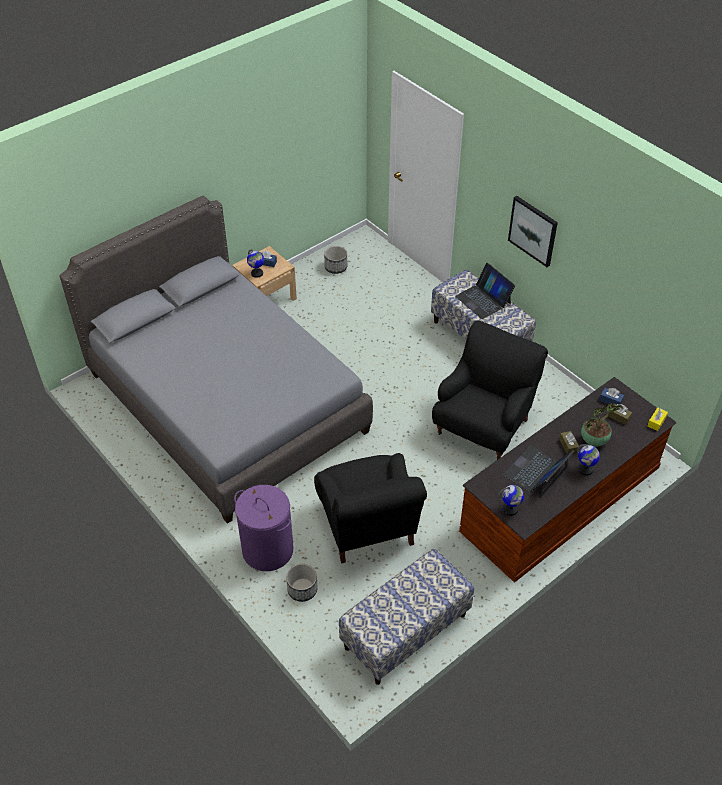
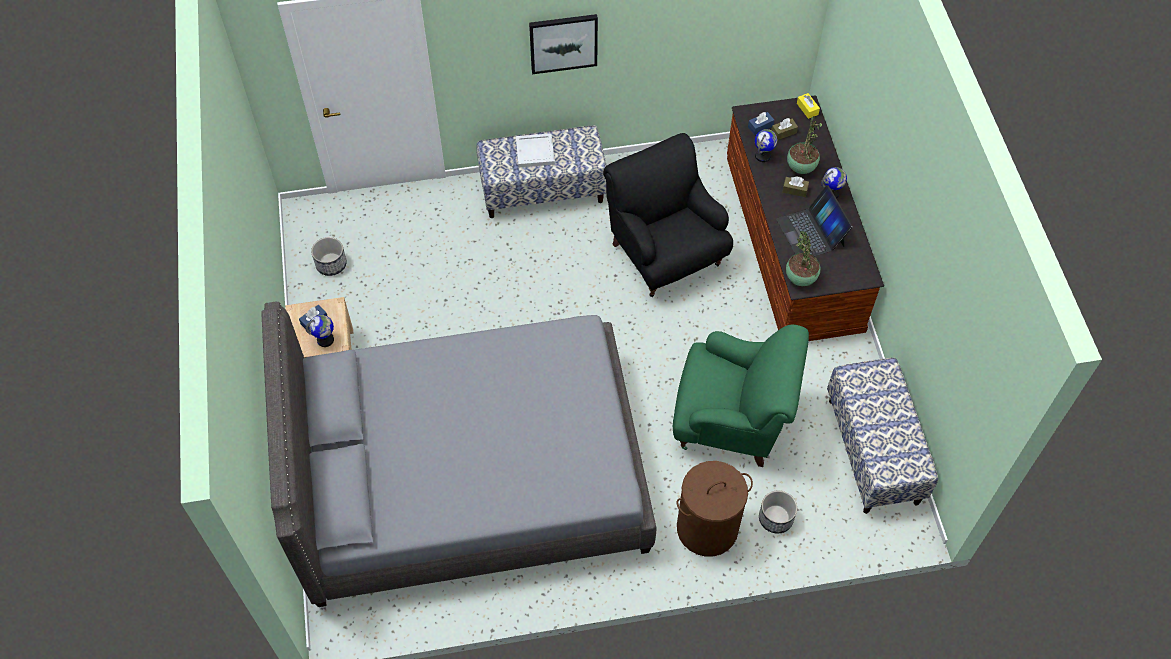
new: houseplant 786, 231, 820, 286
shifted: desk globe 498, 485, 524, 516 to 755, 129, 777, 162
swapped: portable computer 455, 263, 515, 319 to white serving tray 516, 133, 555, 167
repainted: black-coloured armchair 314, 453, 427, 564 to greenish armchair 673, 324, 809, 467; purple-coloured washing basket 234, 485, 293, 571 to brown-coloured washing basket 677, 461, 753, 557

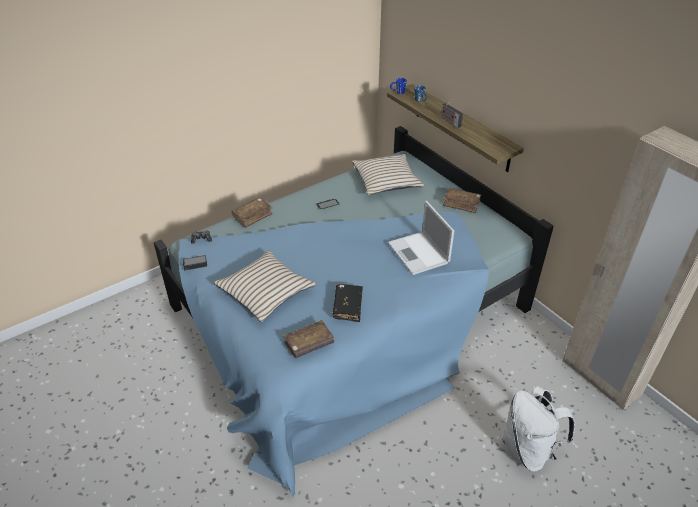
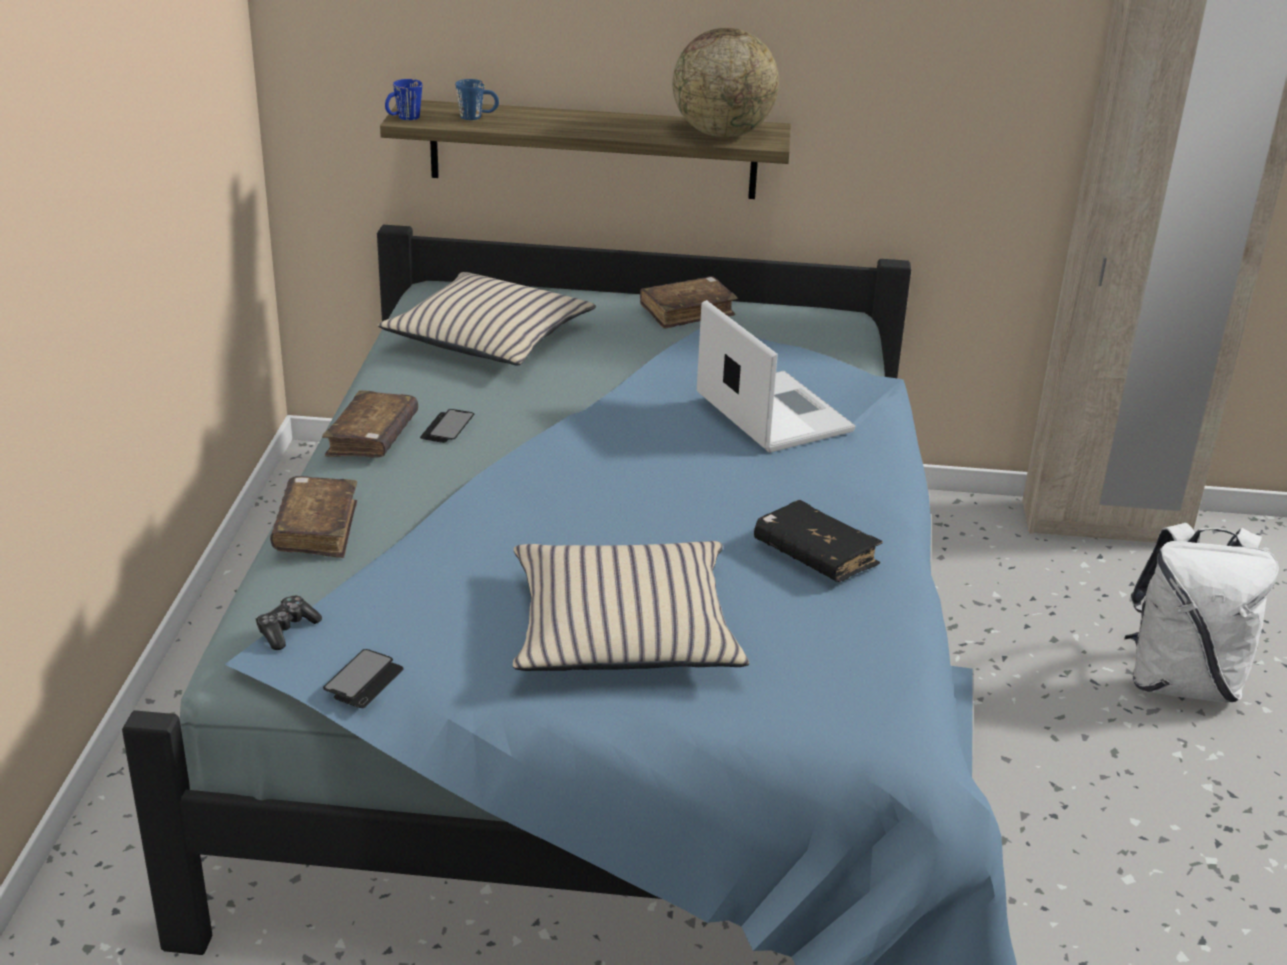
gone: radio receiver 441, 100, 463, 128
new: desk globe 673, 28, 779, 138
shifted: brown-coloured volume 283, 320, 334, 358 to 322, 390, 418, 457
rotated: portable computer 388, 201, 454, 275 = 697, 300, 855, 453 135 degrees counterclockwise

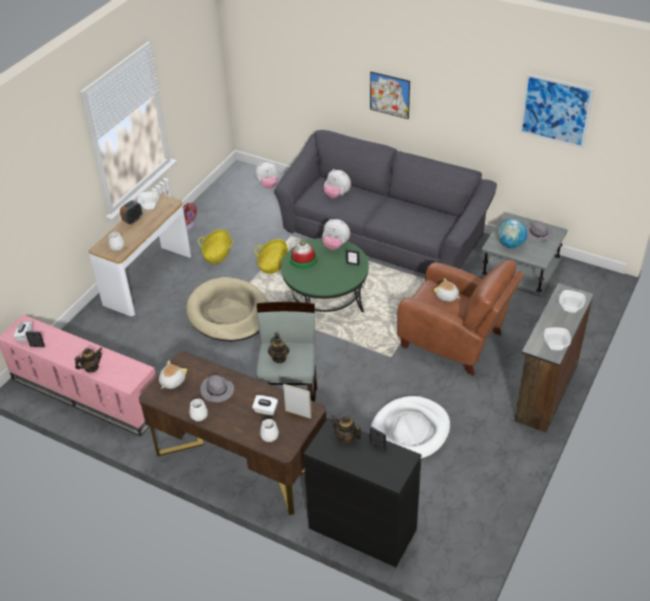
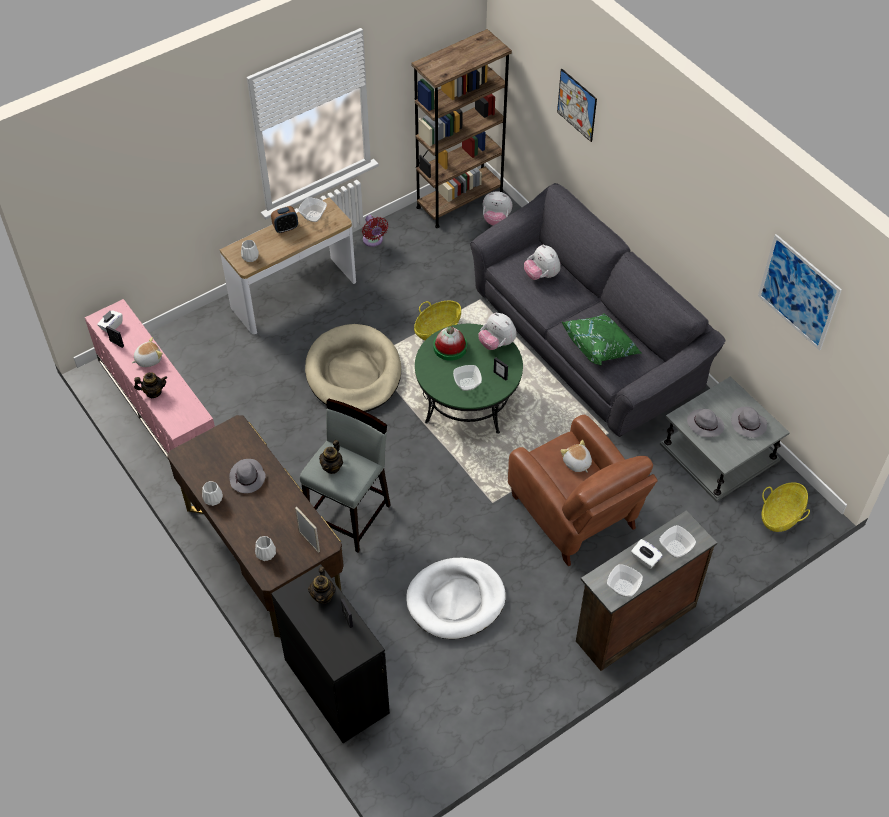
new: brown-coloured bookshelf 411, 29, 512, 228; deep dish 453, 365, 482, 391; greenish cushion 561, 313, 641, 366
shifted: plush toy 159, 360, 187, 389 to 132, 337, 163, 367; wall picture 370, 72, 410, 119 to 557, 69, 597, 142; white box of tissues 252, 395, 278, 416 to 631, 539, 663, 569; storage basket 198, 230, 233, 264 to 762, 482, 810, 532
swapped: desk globe 498, 219, 528, 248 to grey hat 687, 409, 724, 437
rotated: teapot 331, 415, 362, 444 = 308, 567, 336, 604 150 degrees counterclockwise

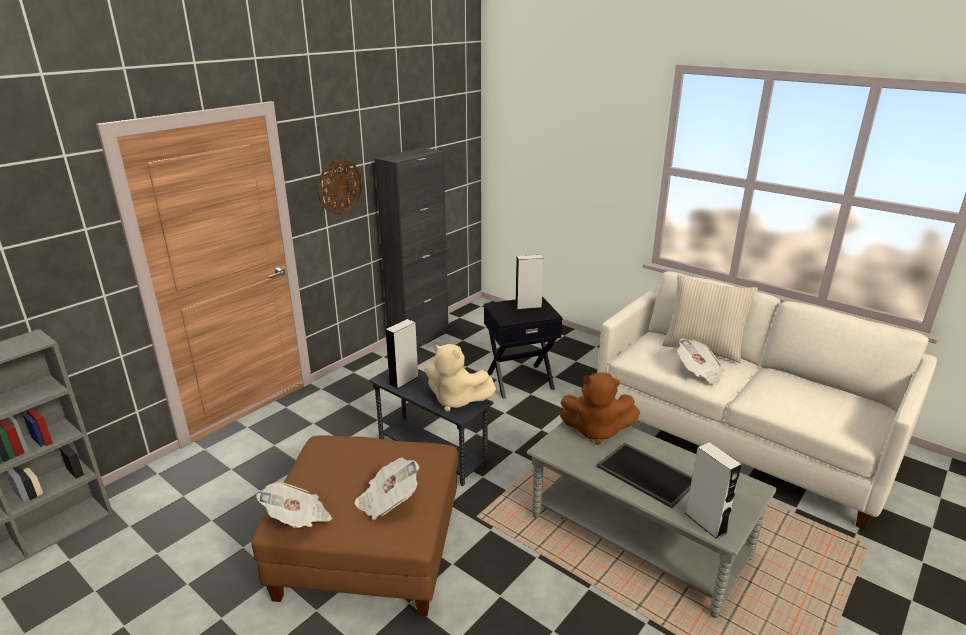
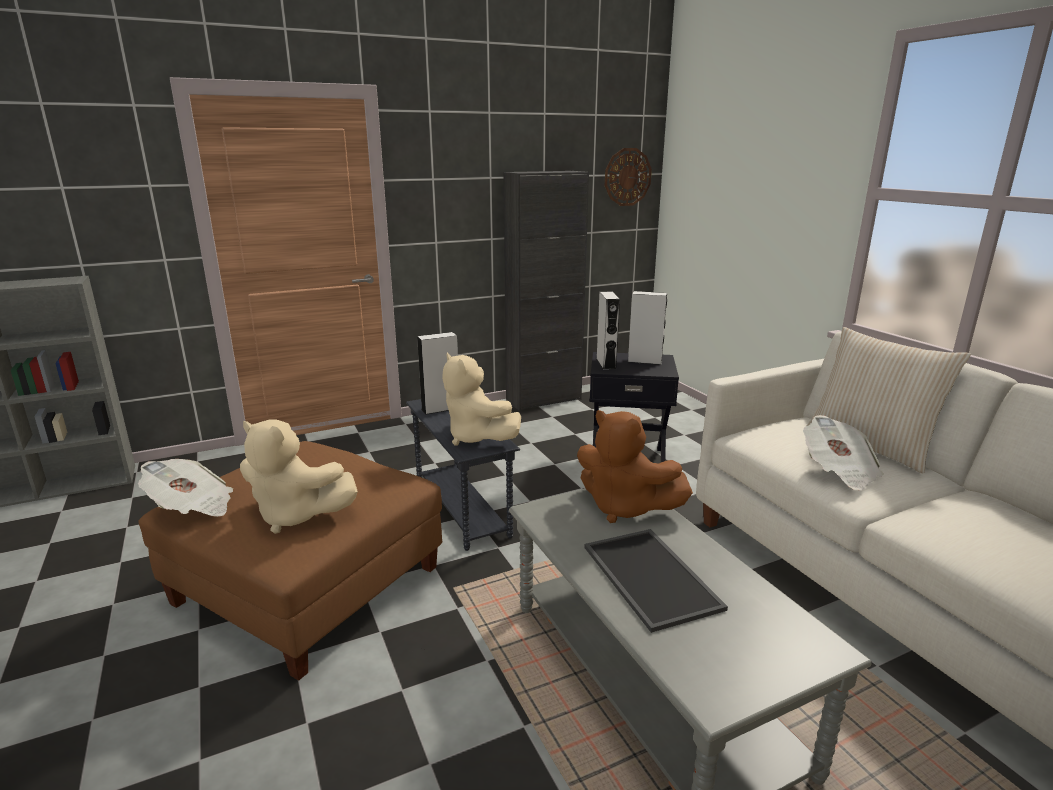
shifted: grey loudspeaker 685, 442, 742, 539 to 597, 292, 620, 370; clock on the wall 317, 159, 362, 215 to 605, 148, 652, 206
swapped: newspaper 355, 458, 420, 520 to sand-coloured plush toy 240, 419, 358, 534

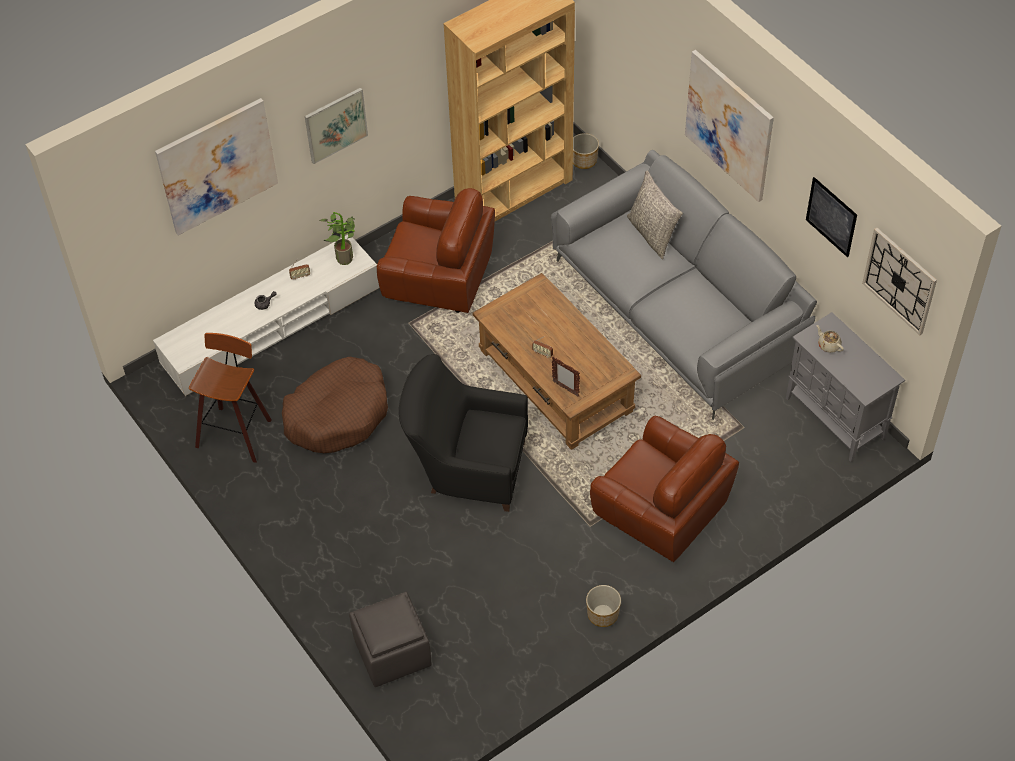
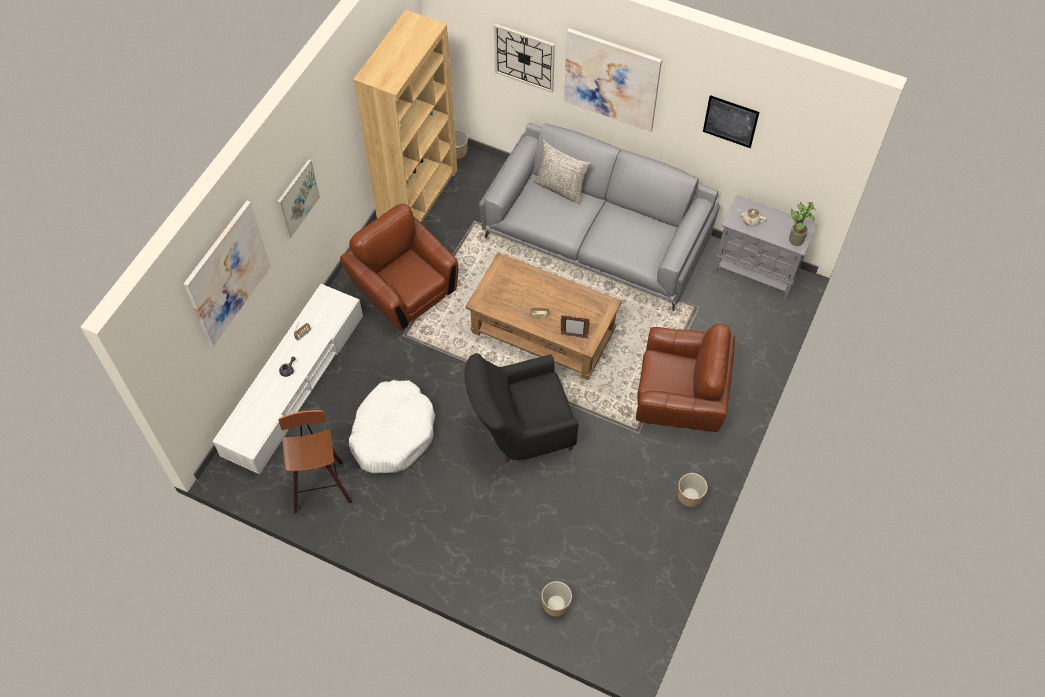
shifted: clock on the wall 862, 228, 937, 335 to 494, 24, 555, 93; houseplant 319, 212, 355, 265 to 789, 202, 816, 246
swapped: grey ottoman 349, 592, 431, 687 to flower pot 541, 581, 572, 617
repainted: brown-coloured dog bed 282, 357, 388, 453 to white dog bed 348, 380, 435, 474
rotated: brown-coloured armchair 377, 188, 495, 313 = 340, 203, 458, 330 120 degrees counterclockwise

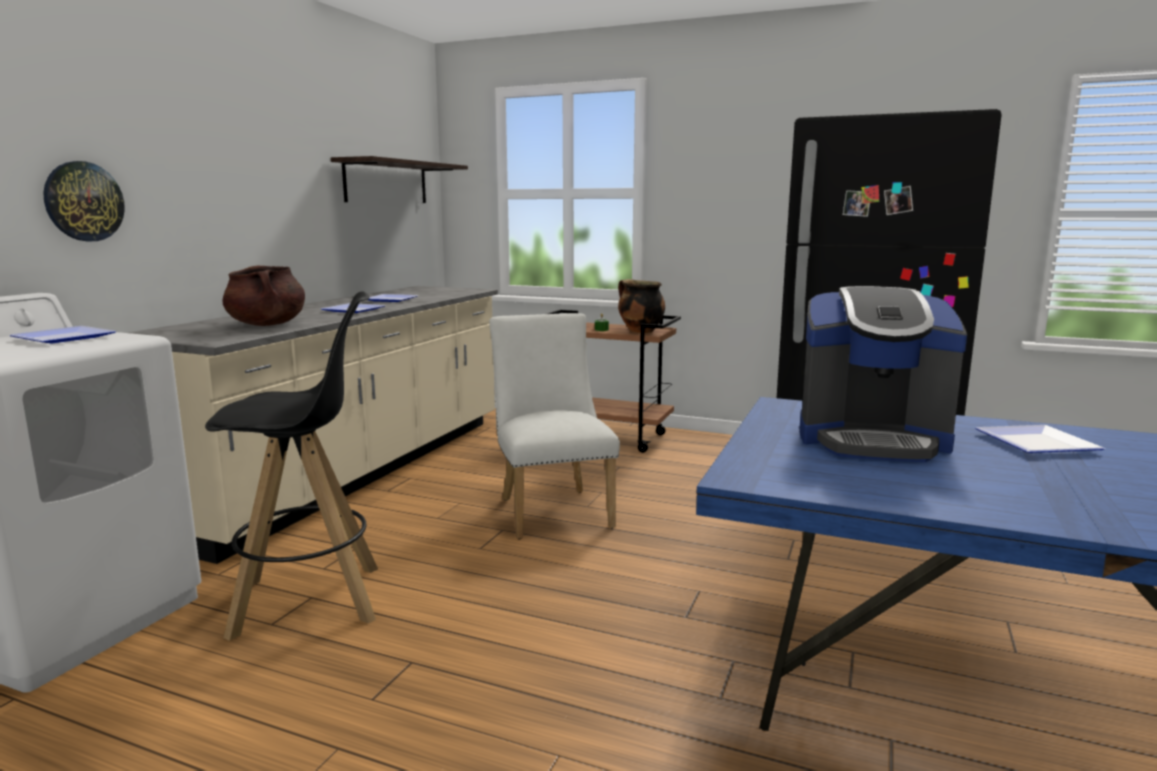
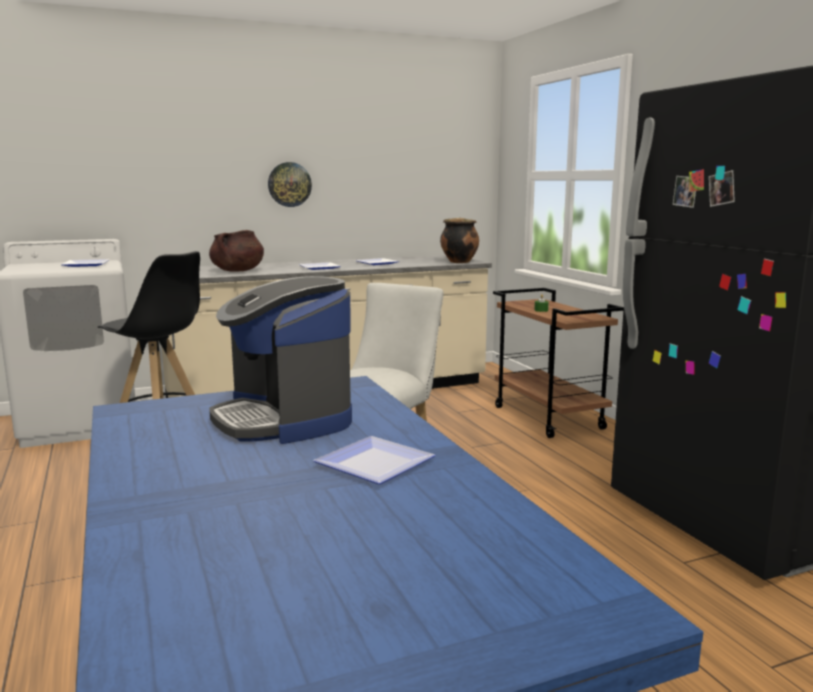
gone: bracket shelf 331, 156, 468, 203
shifted: clock on the wall 43, 161, 125, 241 to 268, 162, 312, 207; saucepot 618, 279, 665, 333 to 440, 218, 479, 263

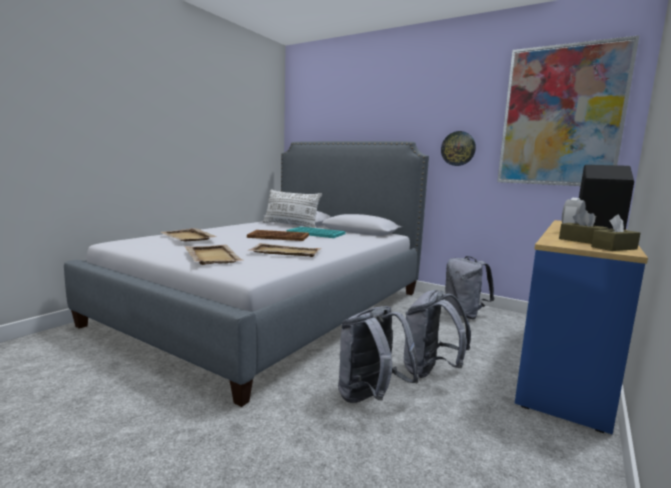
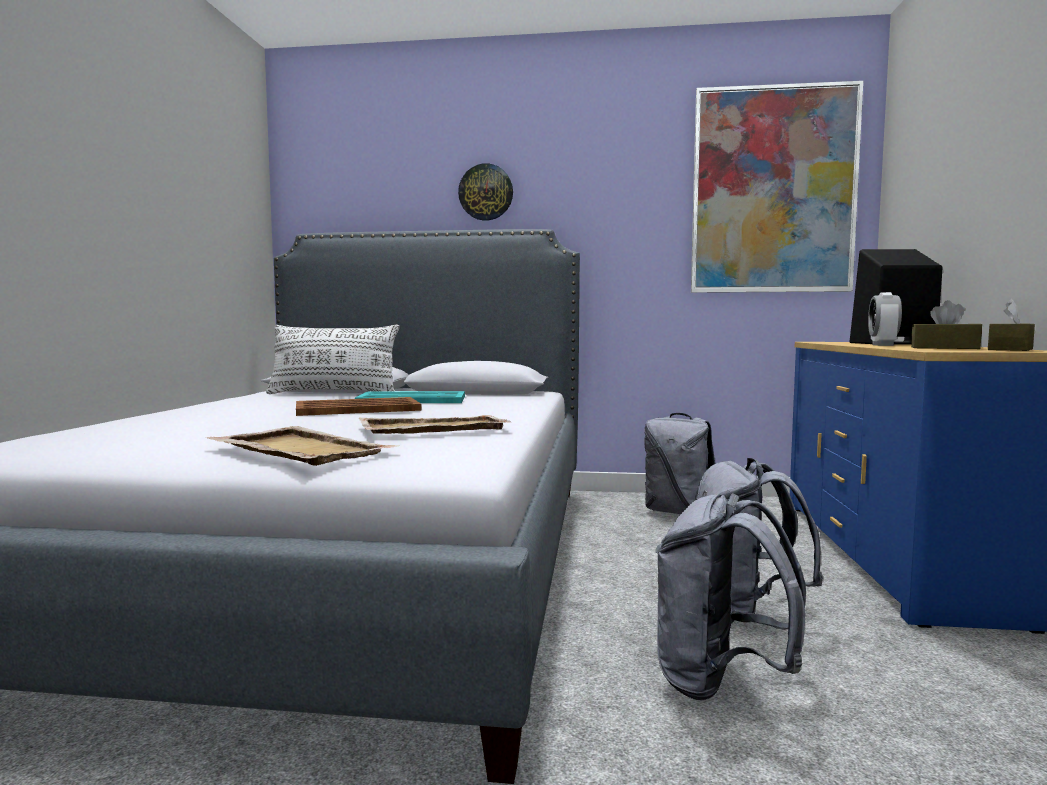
gone: sand-coloured serving tray 161, 228, 218, 242
shifted: clock on the wall 441, 131, 476, 166 to 458, 163, 513, 221

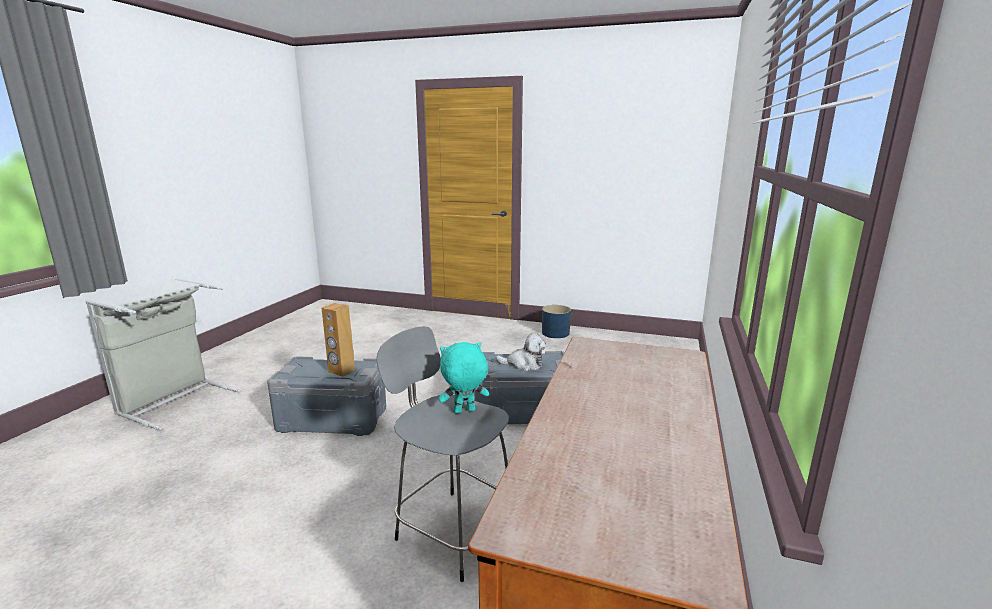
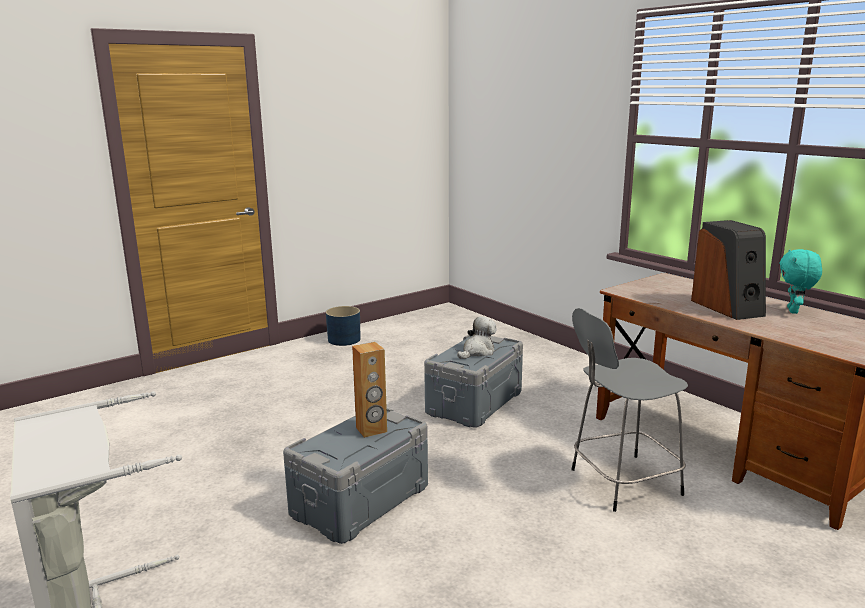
new: loudspeaker 691, 220, 766, 320
shifted: turquoise plush toy 439, 342, 489, 414 to 780, 249, 822, 314

